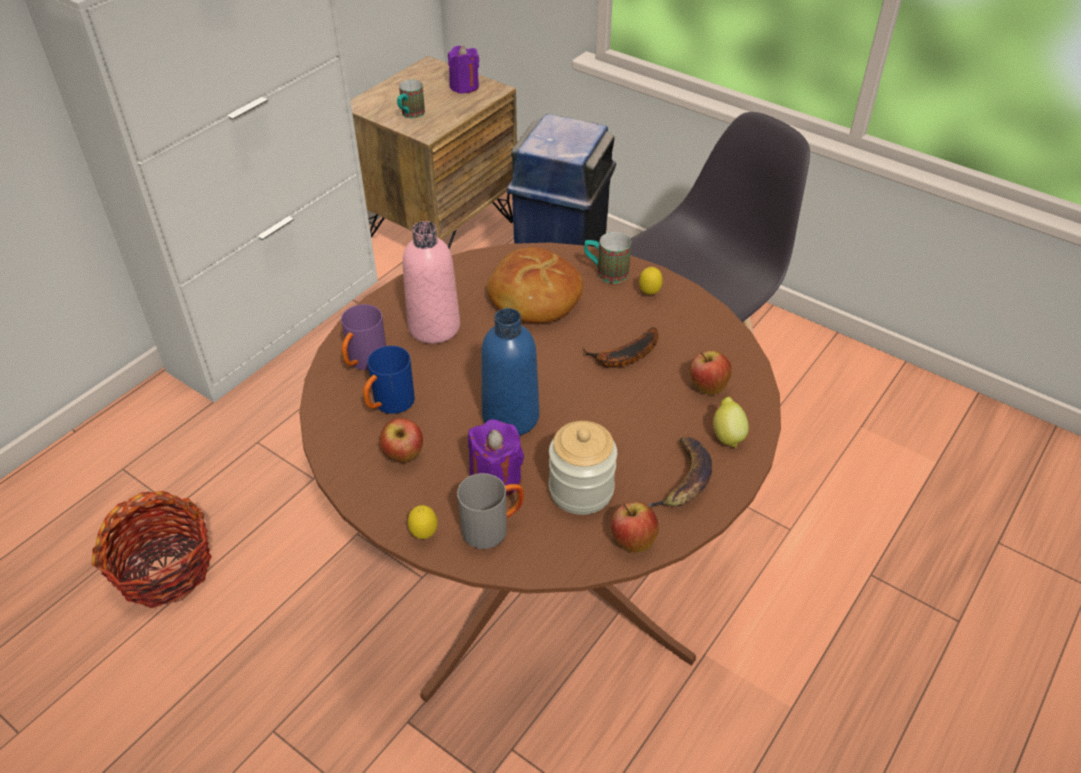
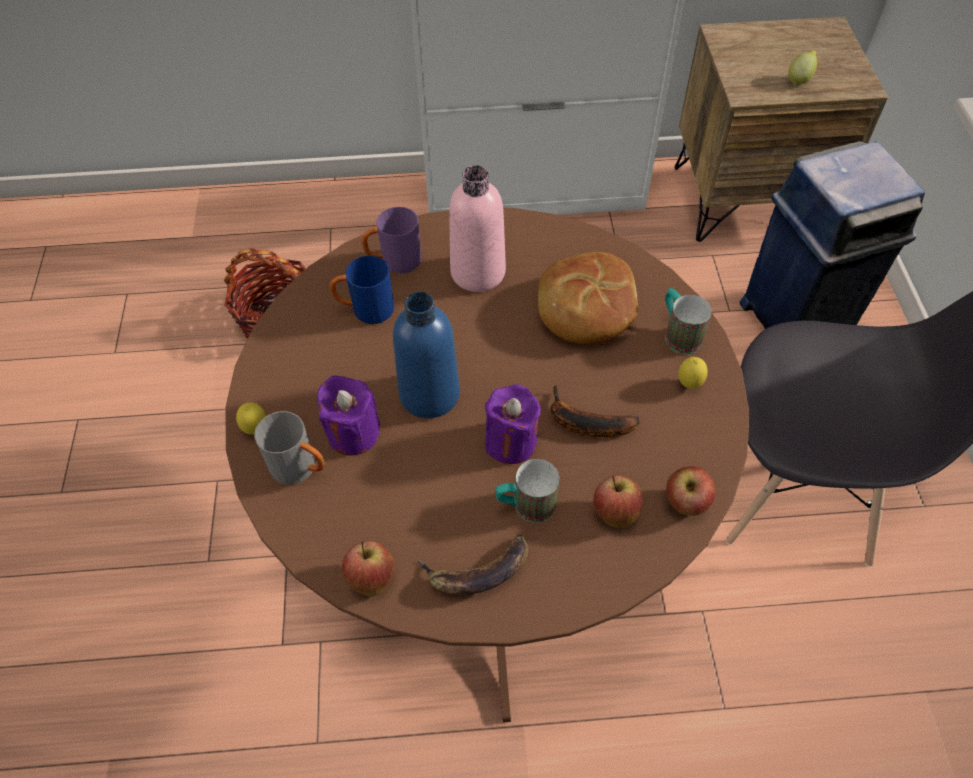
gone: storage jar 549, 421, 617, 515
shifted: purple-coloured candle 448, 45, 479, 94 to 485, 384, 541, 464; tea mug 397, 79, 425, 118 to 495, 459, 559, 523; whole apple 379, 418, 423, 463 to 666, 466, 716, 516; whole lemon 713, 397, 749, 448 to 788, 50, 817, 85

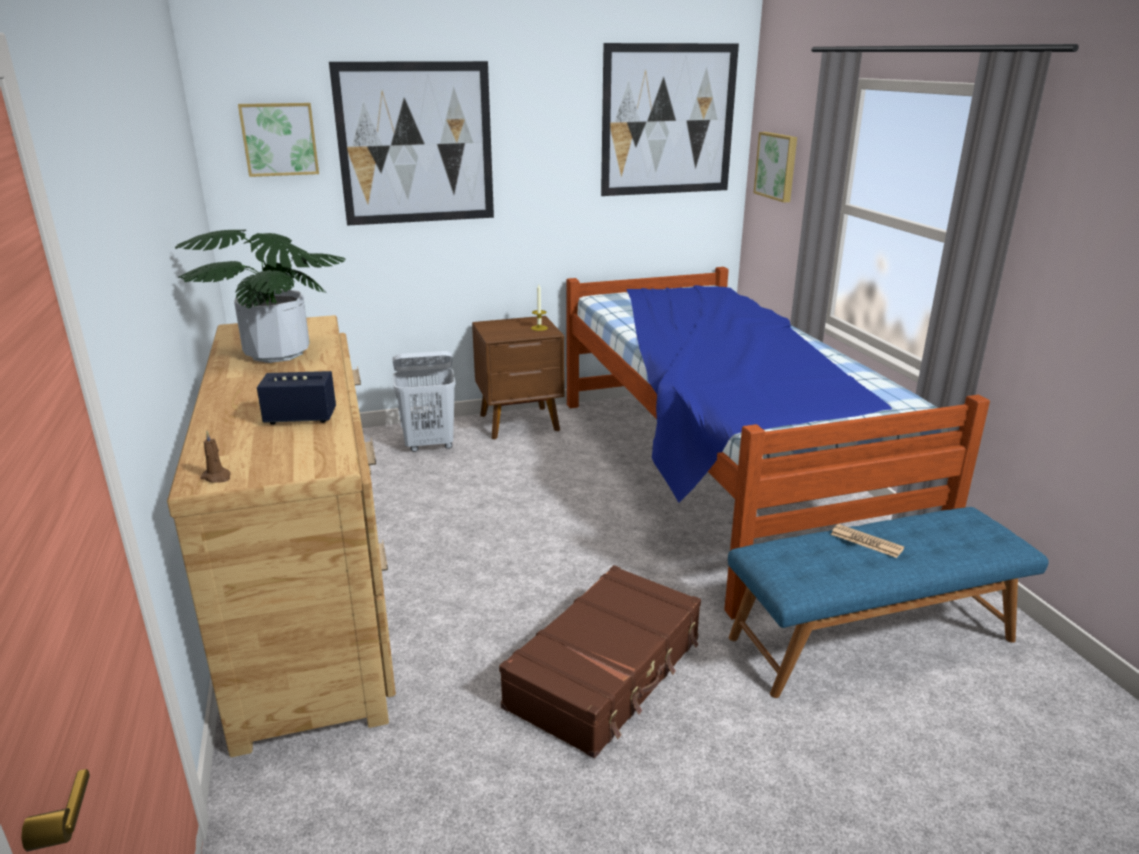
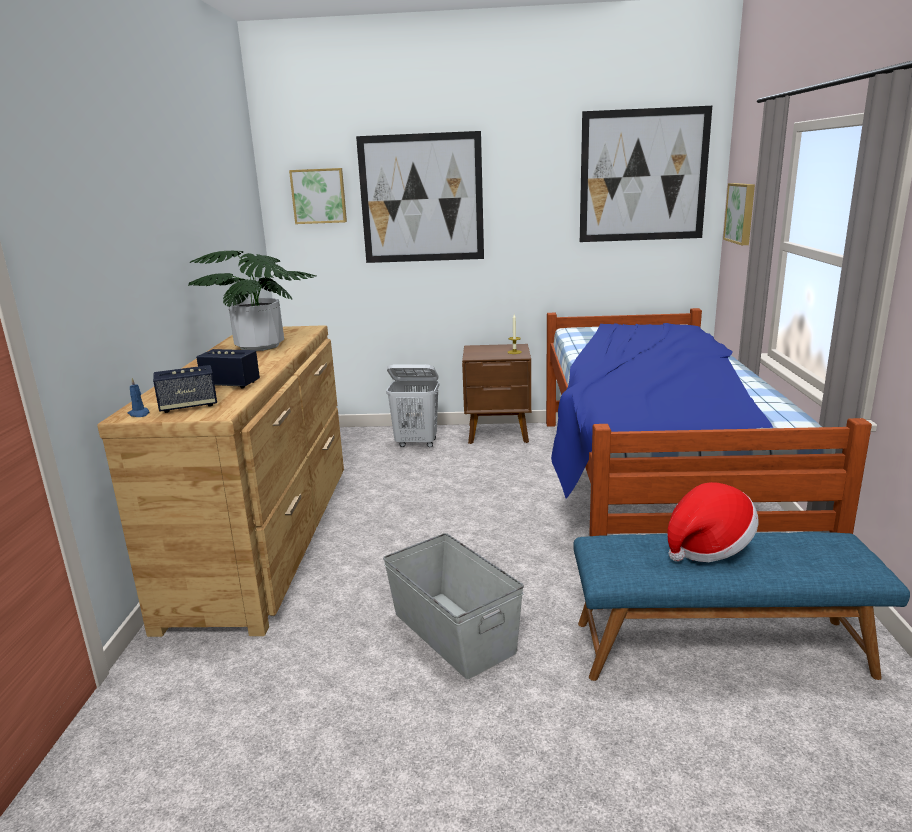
new: loudspeaker 153, 365, 217, 413
swapped: brown-coloured piece of luggage 499, 565, 701, 758 to grey storage bin 383, 533, 524, 679; newspaper 830, 524, 904, 558 to hat 667, 482, 759, 562
repainted: brown-coloured candle 200, 431, 231, 483 to bluish candle 128, 378, 149, 417

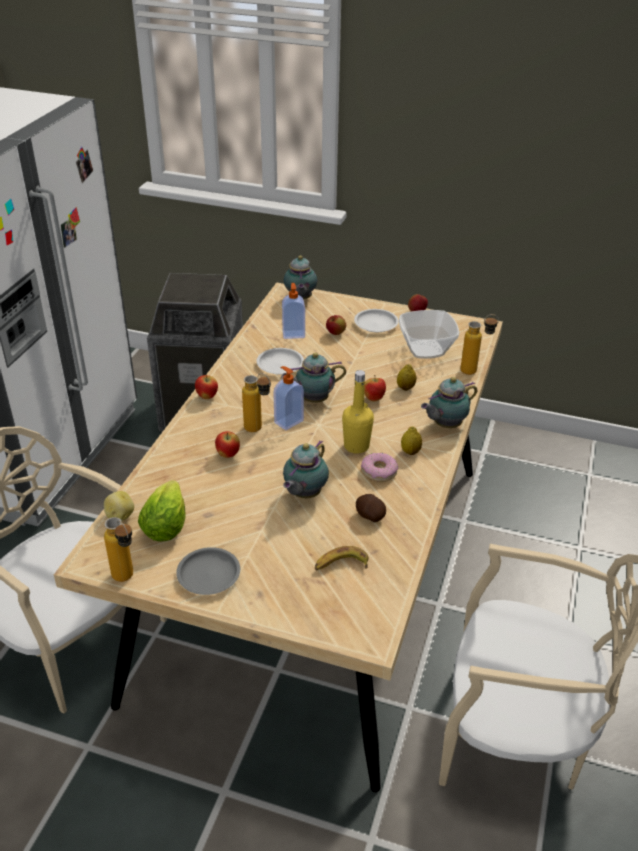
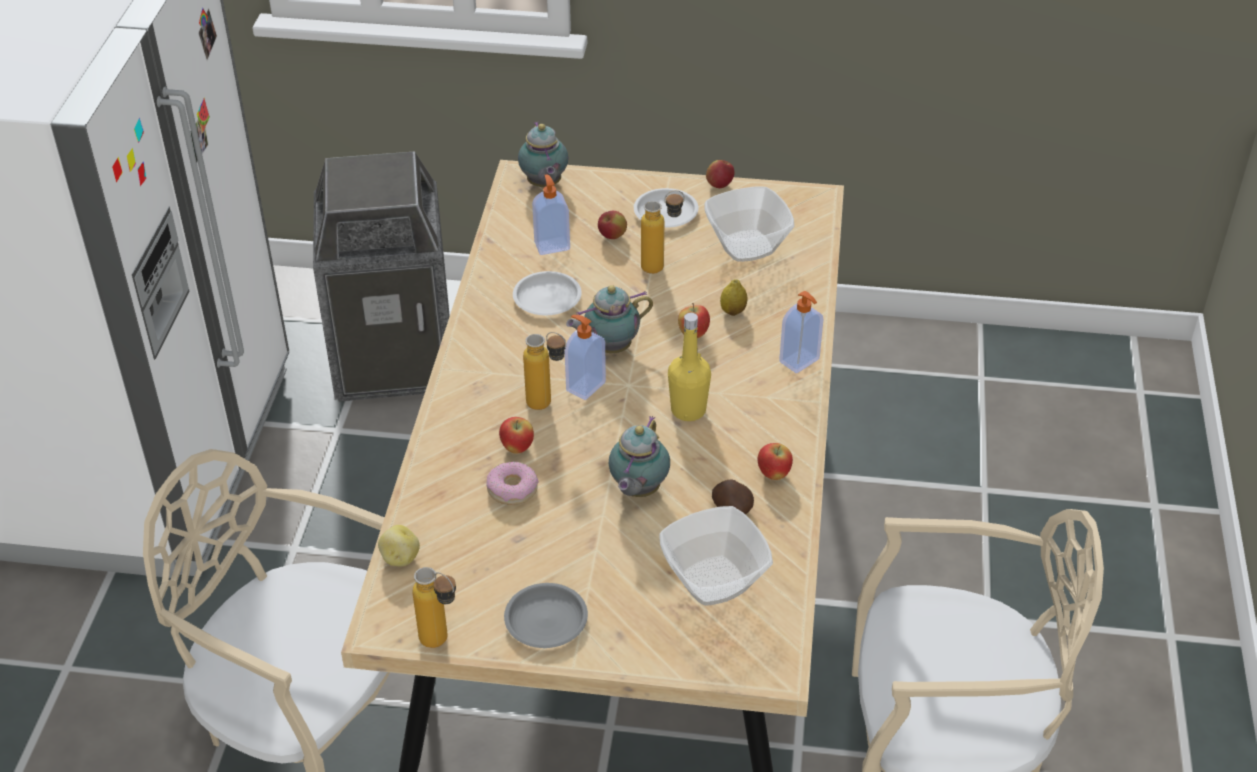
gone: lettuce 138, 480, 186, 542; whole lemon 401, 426, 422, 455
shifted: donut 361, 453, 398, 482 to 486, 462, 538, 505; beverage bottle 461, 314, 499, 375 to 641, 190, 685, 274; whole apple 195, 375, 218, 399 to 758, 443, 793, 480
swapped: banana fruit 315, 546, 368, 571 to deep dish 659, 506, 773, 605; teapot 421, 377, 477, 428 to soap bottle 779, 291, 823, 373

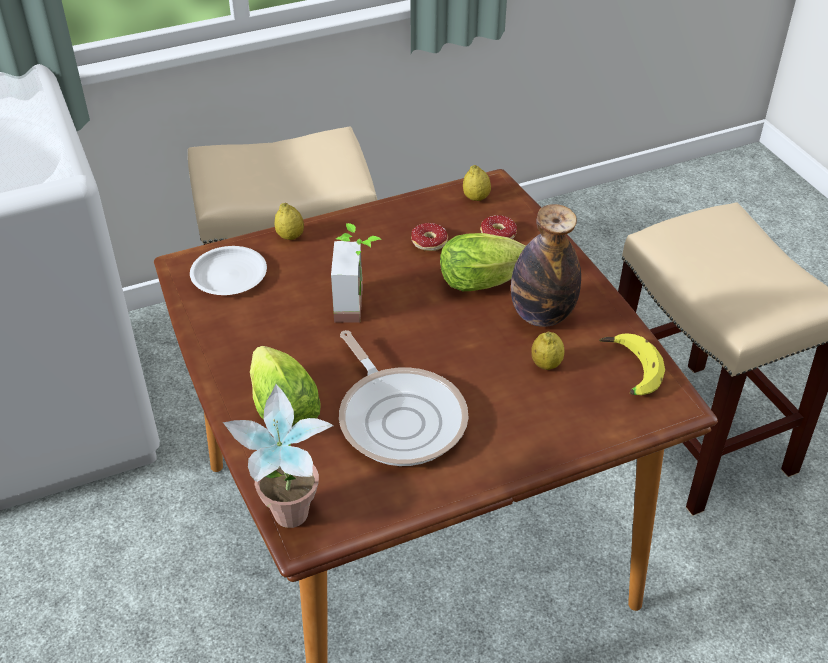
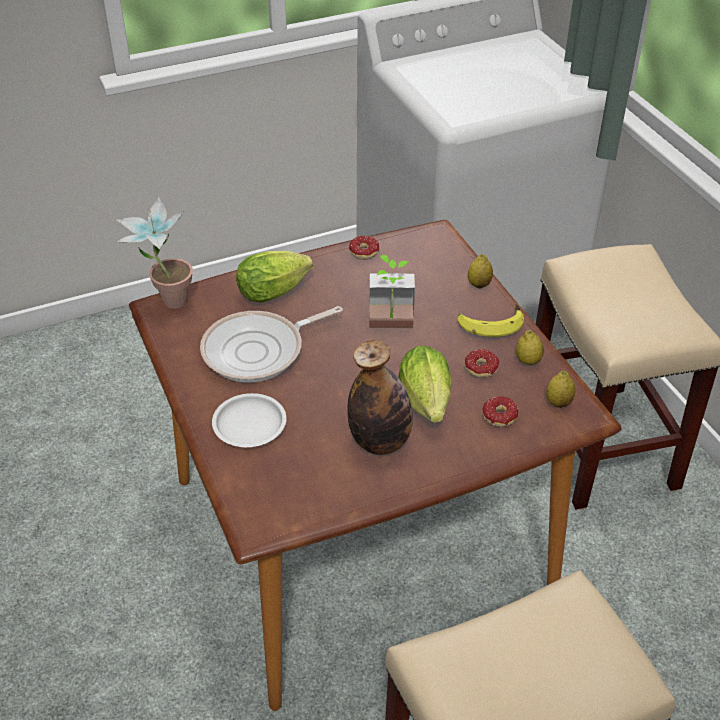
new: donut 337, 236, 379, 260
shifted: white dinner plate 190, 246, 267, 295 to 212, 393, 286, 447; banana fruit 599, 333, 665, 395 to 458, 303, 524, 337; whole lemon 531, 332, 565, 370 to 516, 330, 544, 365

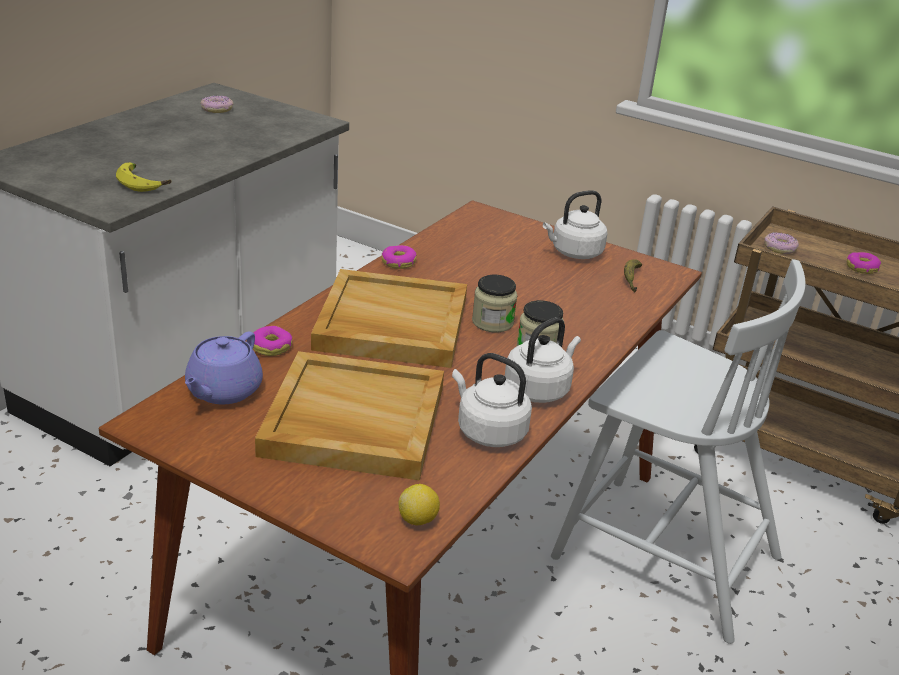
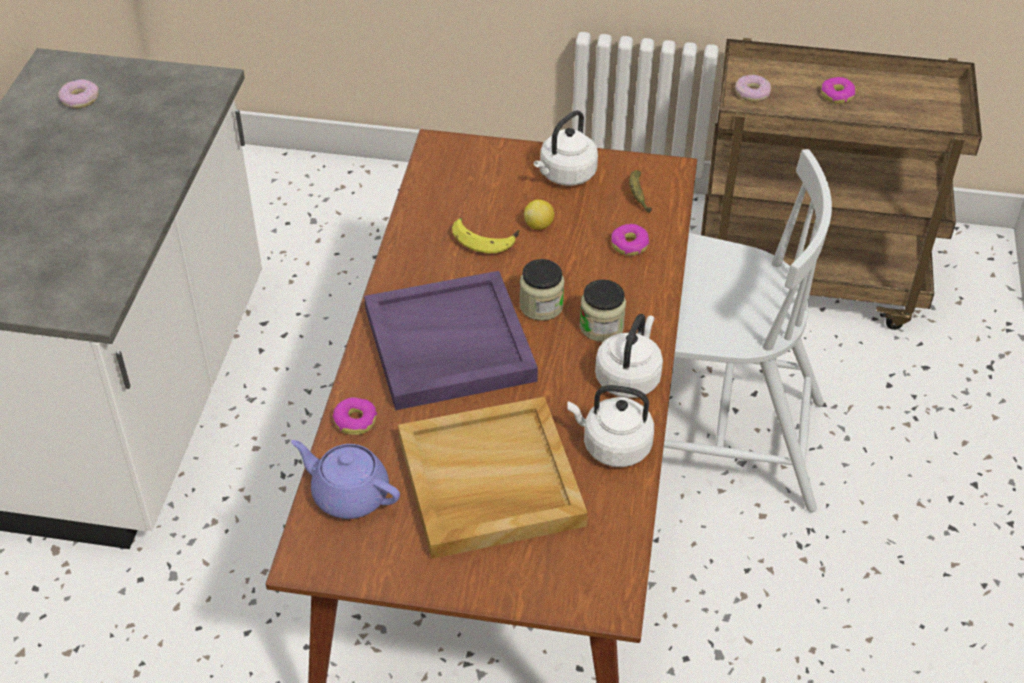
shifted: banana fruit 116, 162, 171, 192 to 452, 218, 519, 254; whole lemon 398, 484, 440, 525 to 524, 199, 554, 230; donut 382, 245, 417, 269 to 611, 224, 649, 256
repainted: sand-coloured serving tray 311, 269, 467, 368 to purple-coloured serving tray 364, 271, 538, 411
rotated: purple-coloured teapot 185, 331, 263, 404 = 291, 440, 400, 519 120 degrees clockwise

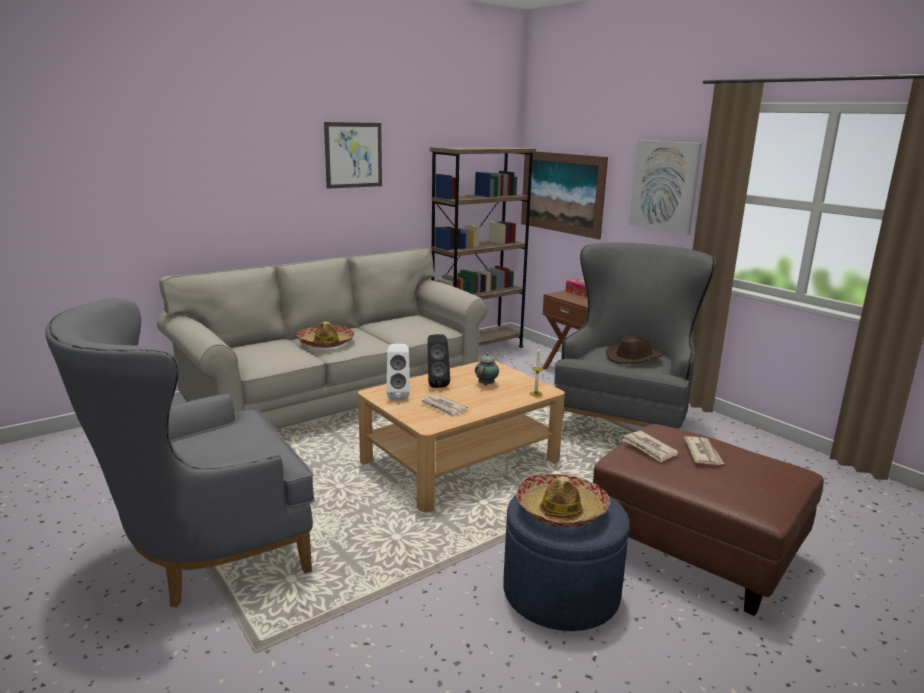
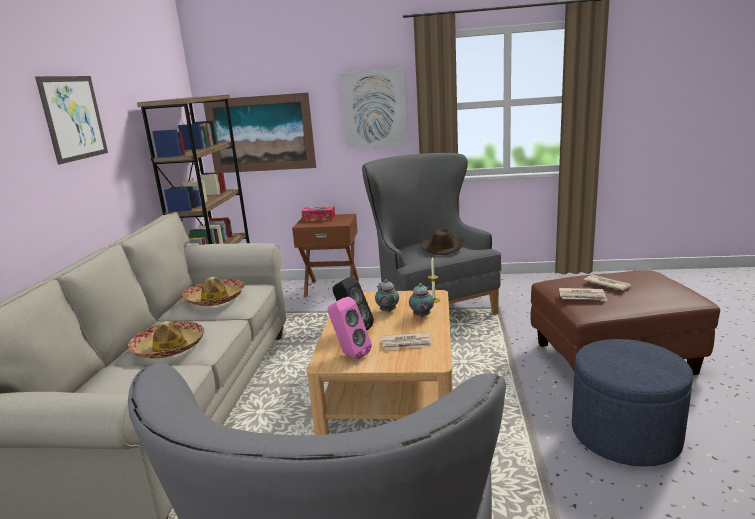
new: teapot 409, 283, 434, 317
shifted: hat 516, 474, 610, 527 to 182, 277, 245, 306
repainted: white loudspeaker 386, 344, 410, 400 to pink loudspeaker 328, 297, 372, 360

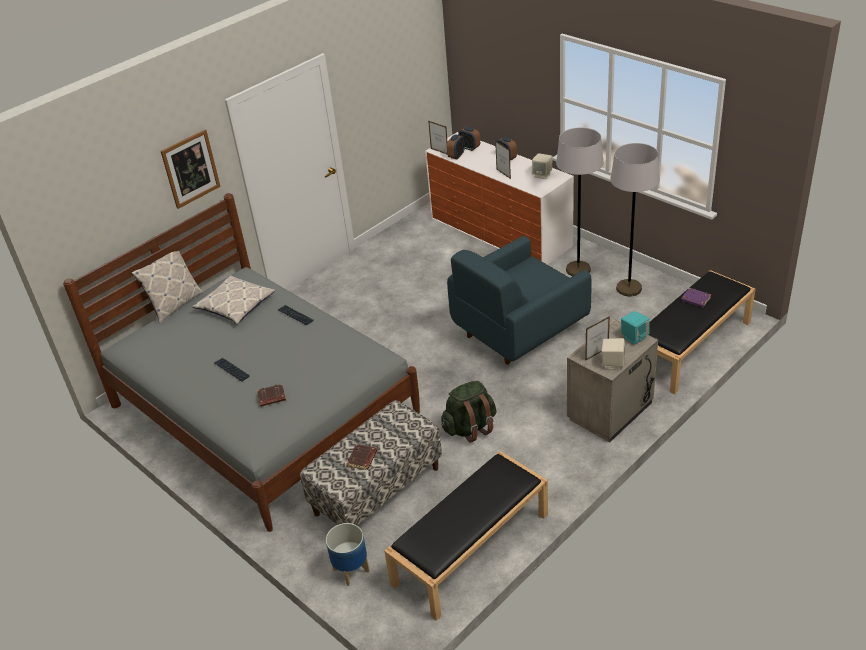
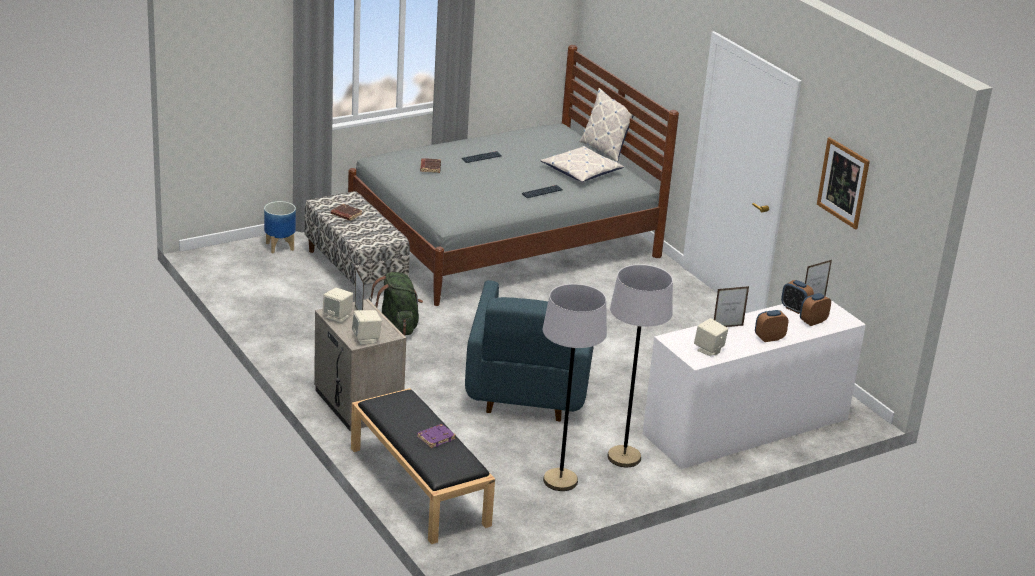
gone: black-coloured long seat 384, 451, 548, 621
shifted: wall picture 161, 130, 220, 209 to 817, 137, 870, 230
repainted: turquoise loudspeaker 621, 311, 650, 345 to sand-coloured loudspeaker 352, 310, 382, 345
rotated: bluish armchair 447, 236, 592, 365 = 465, 280, 594, 421 150 degrees counterclockwise

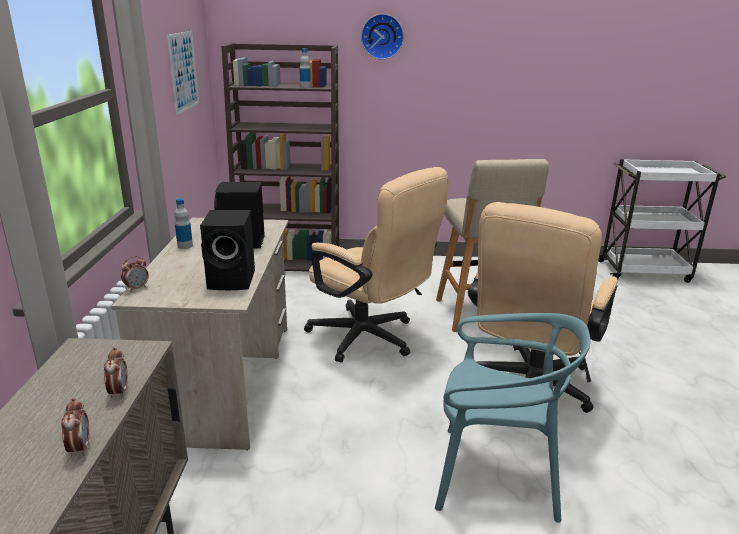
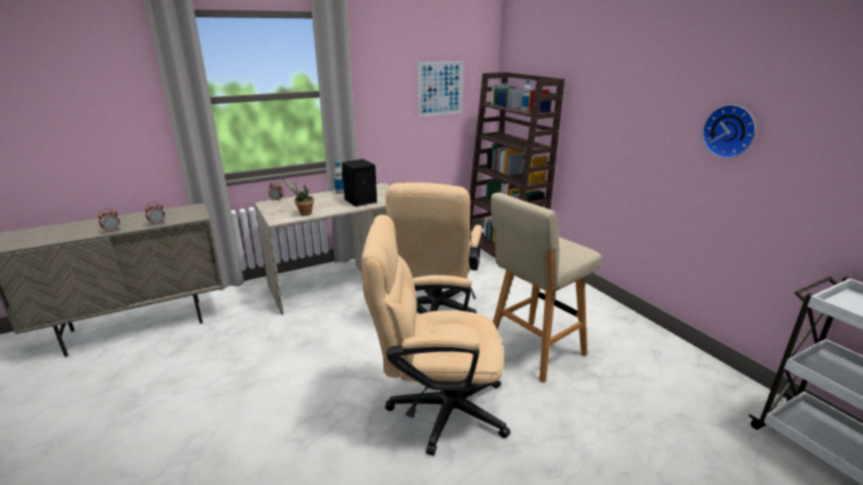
gone: turquoise plain chair 435, 313, 590, 523
shifted: clock on the wall 361, 14, 404, 60 to 702, 105, 756, 158
swapped: black-coloured loudspeaker 200, 210, 255, 290 to houseplant 283, 179, 314, 216

